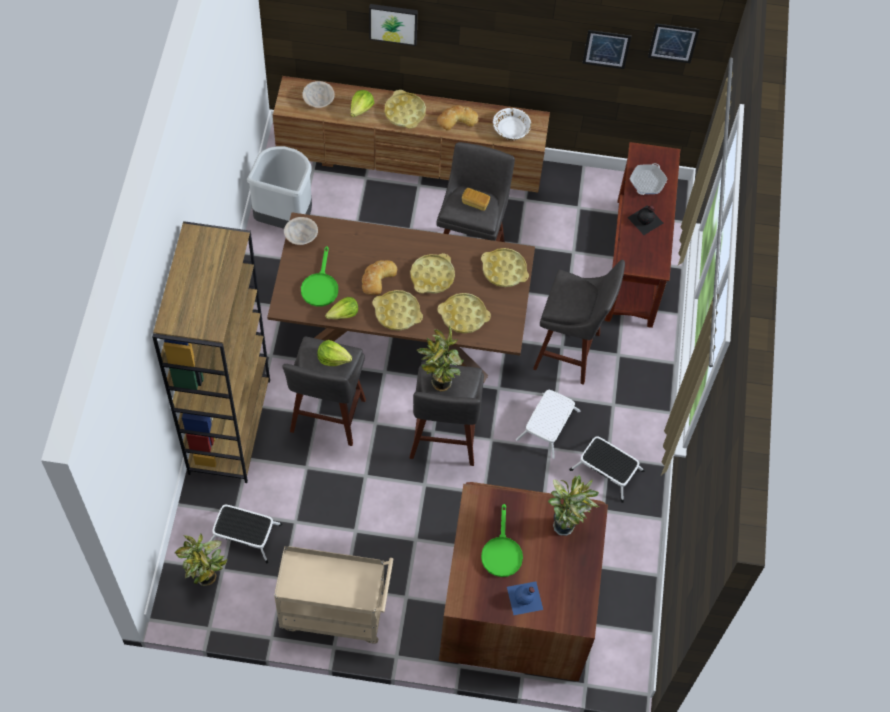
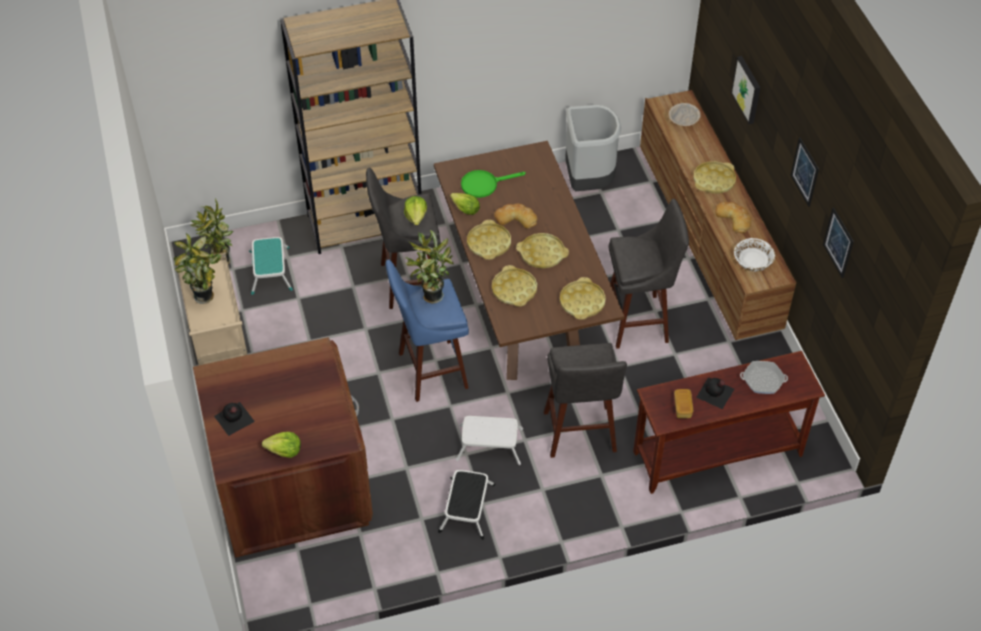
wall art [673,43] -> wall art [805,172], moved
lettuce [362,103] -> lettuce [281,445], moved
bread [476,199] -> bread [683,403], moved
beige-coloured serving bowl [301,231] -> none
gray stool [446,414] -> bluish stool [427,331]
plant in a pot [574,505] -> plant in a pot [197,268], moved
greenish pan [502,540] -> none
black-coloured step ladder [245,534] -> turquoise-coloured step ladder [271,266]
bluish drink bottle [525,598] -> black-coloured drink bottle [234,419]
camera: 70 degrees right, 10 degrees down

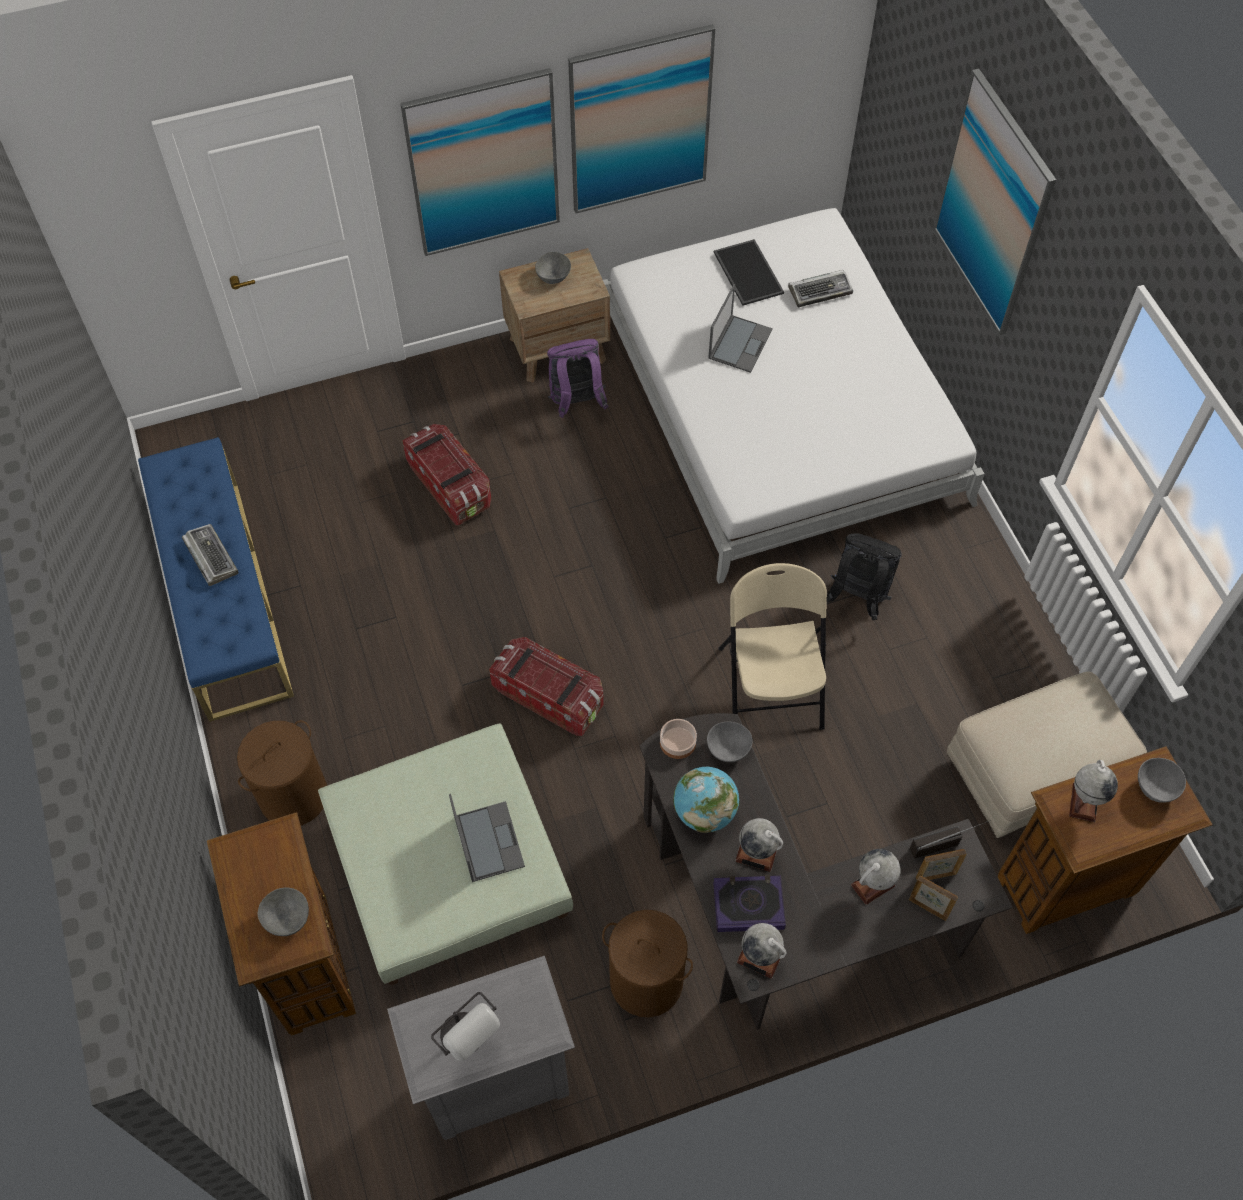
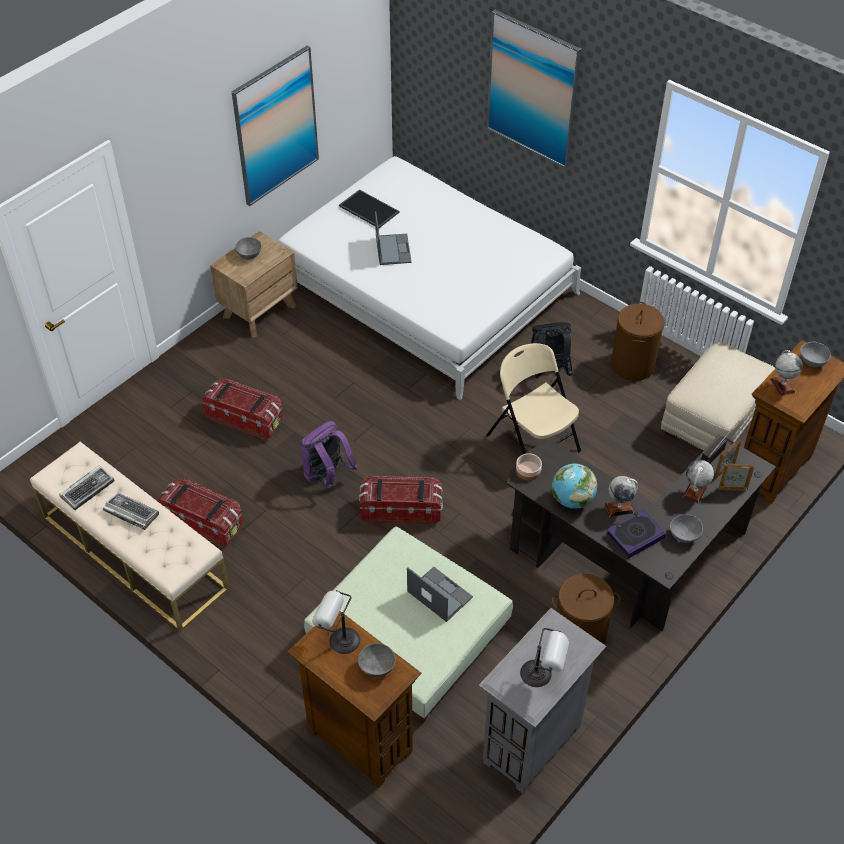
wall art [480,162] -> none
PC keyboard [820,289] -> PC keyboard [87,488], moved
purplish knapsack [577,378] -> purplish knapsack [329,455], moved
bluish bench [216,579] -> beige-coloured bench [130,537]
brownish hamper [282,773] -> brownish hamper [637,341], moved
gray serving bowl [730,741] -> gray serving bowl [686,528], moved
desk globe [761,951] -> none
none -> storage box [200,512]
none -> lamp for a table [336,622]
camera: 30 degrees left, 10 degrees down

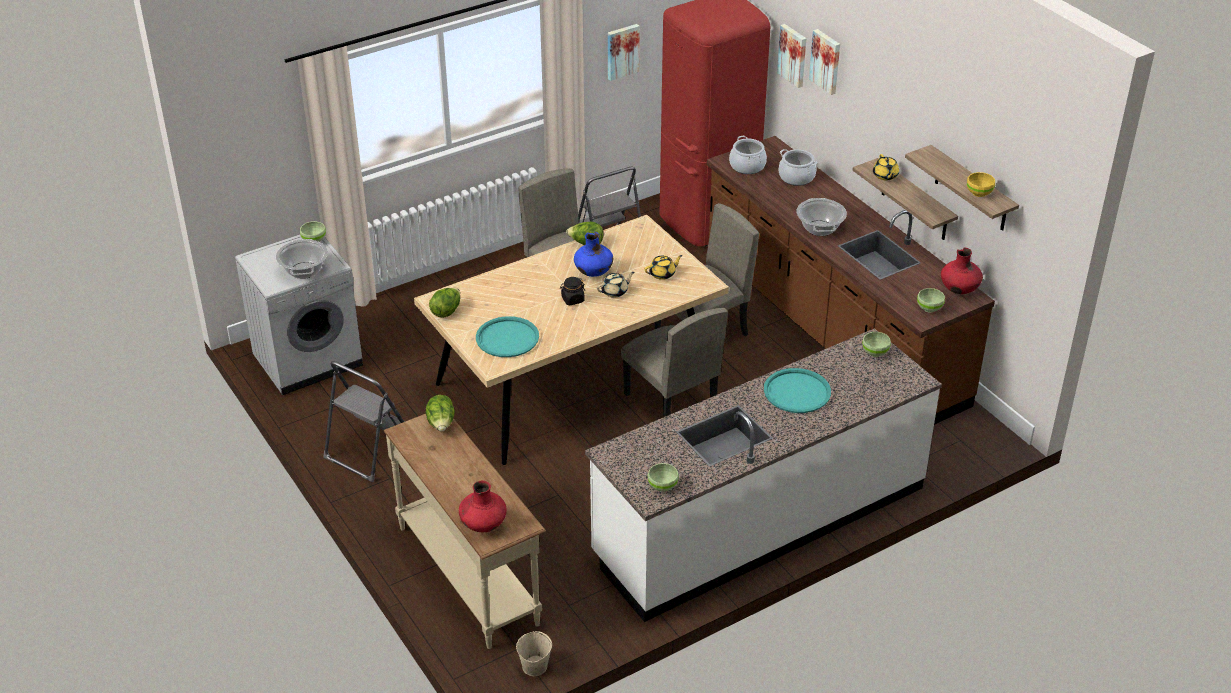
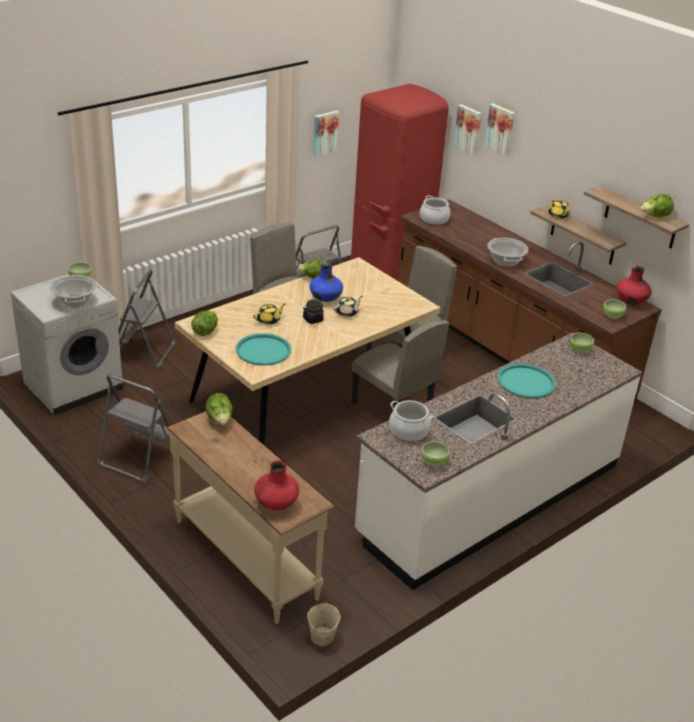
saucepot [798,167] -> saucepot [411,420], moved
yellowish serving bowl [981,184] -> lettuce [657,205]
yellowish teapot [664,267] -> yellowish teapot [269,314], moved
none -> gray step ladder [146,319]
camera: 10 degrees left, 5 degrees down

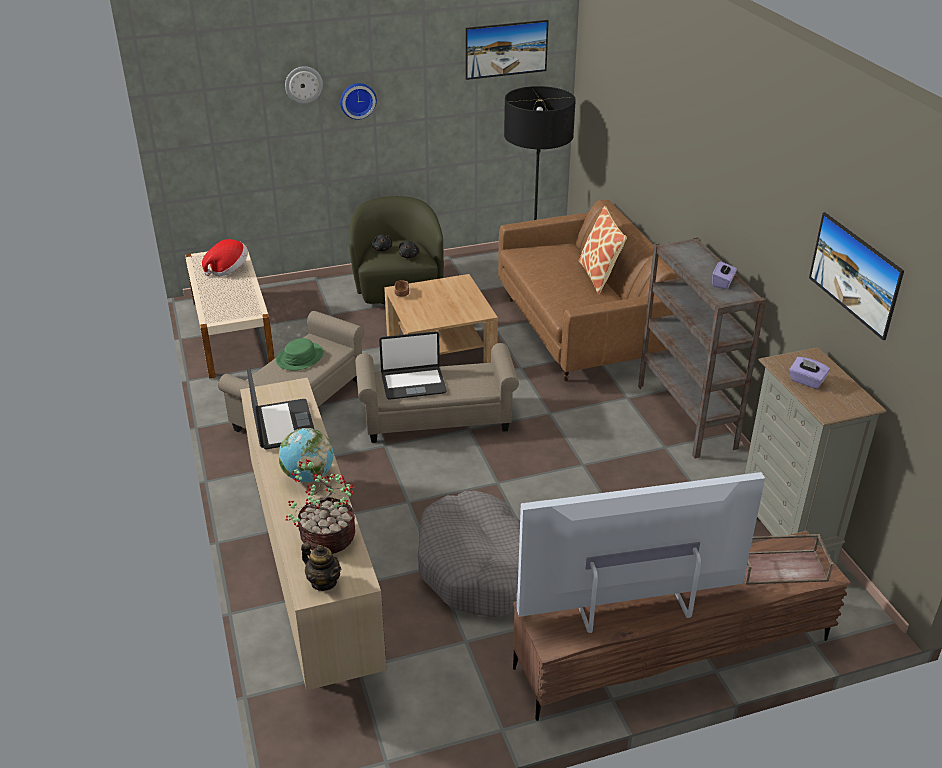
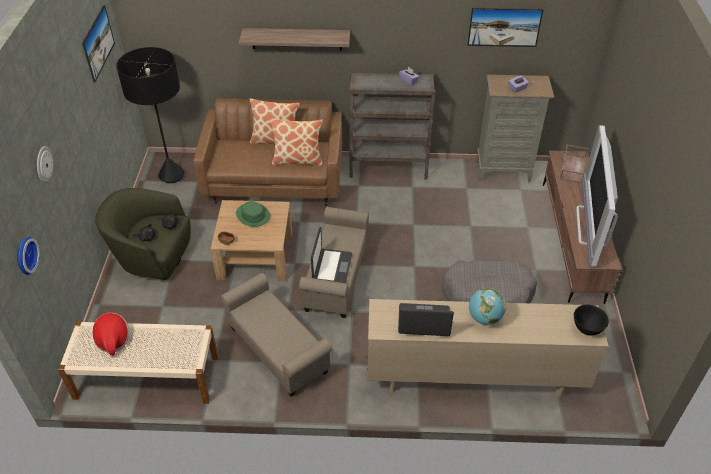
wall clock [358,101] -> wall clock [28,255], moved
greenish wearable hat [300,354] -> greenish wearable hat [253,214], moved
plant in a pot [320,506] -> none
teapot [321,566] -> black-coloured serving bowl [591,320]
none -> shelf [294,39]
none -> pillow [296,142]
camera: 70 degrees left, 10 degrees up

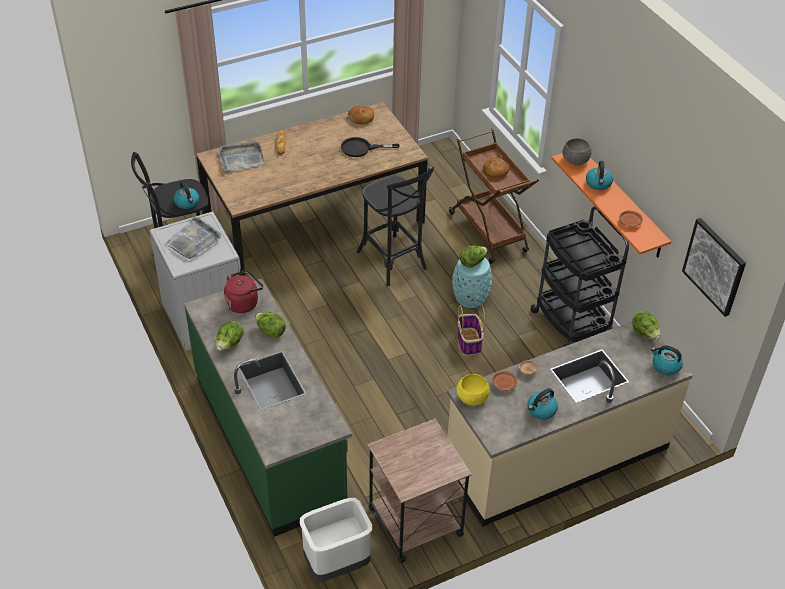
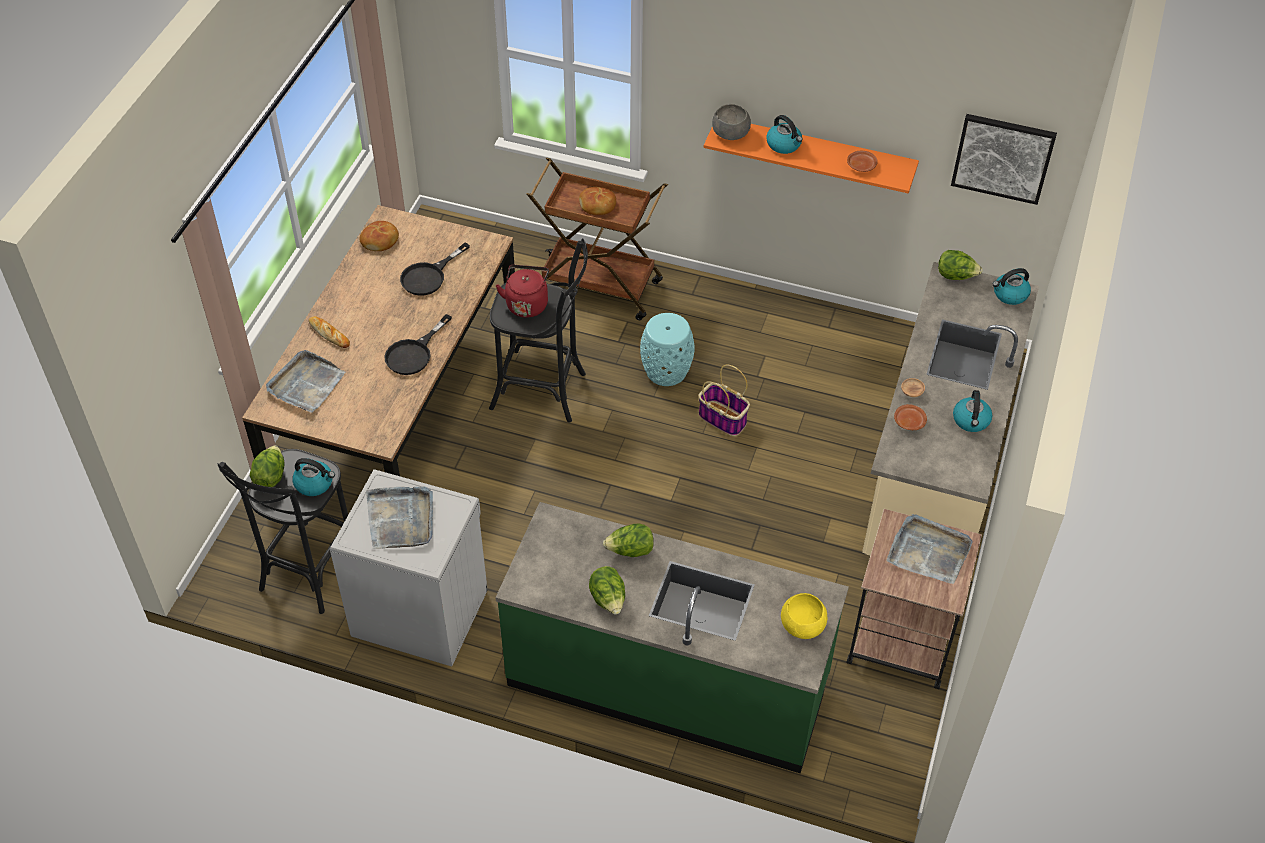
black-coloured trolley [580,276] -> none
lettuce [473,256] -> lettuce [267,466], moved
reddish water kettle [243,291] -> reddish water kettle [522,291], moved
yellowish serving bowl [473,390] -> yellowish serving bowl [804,616], moved
white trash can [336,539] -> none
none -> black-coloured pan [418,344]
none -> gray carrying tray [929,549]
camera: 45 degrees left, 5 degrees up

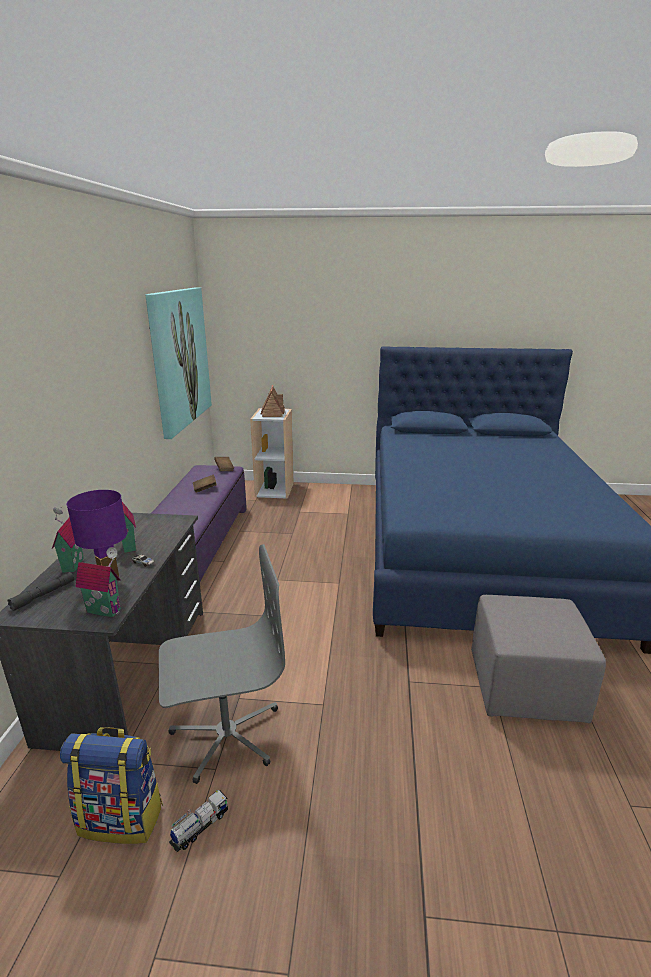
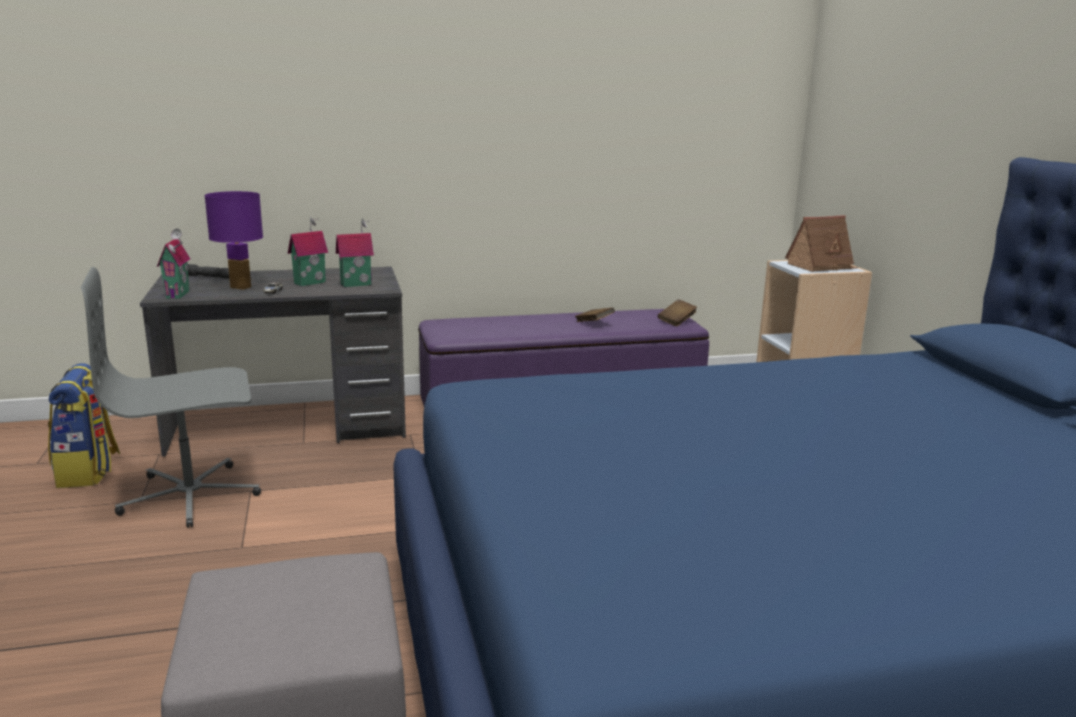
wall art [179,363] -> none
model house [68,540] -> model house [355,252], moved
gray office chair [222,664] -> gray office chair [170,397], 105 degrees clockwise
toy lorry [198,821] -> none
camera: 70 degrees right, 5 degrees down

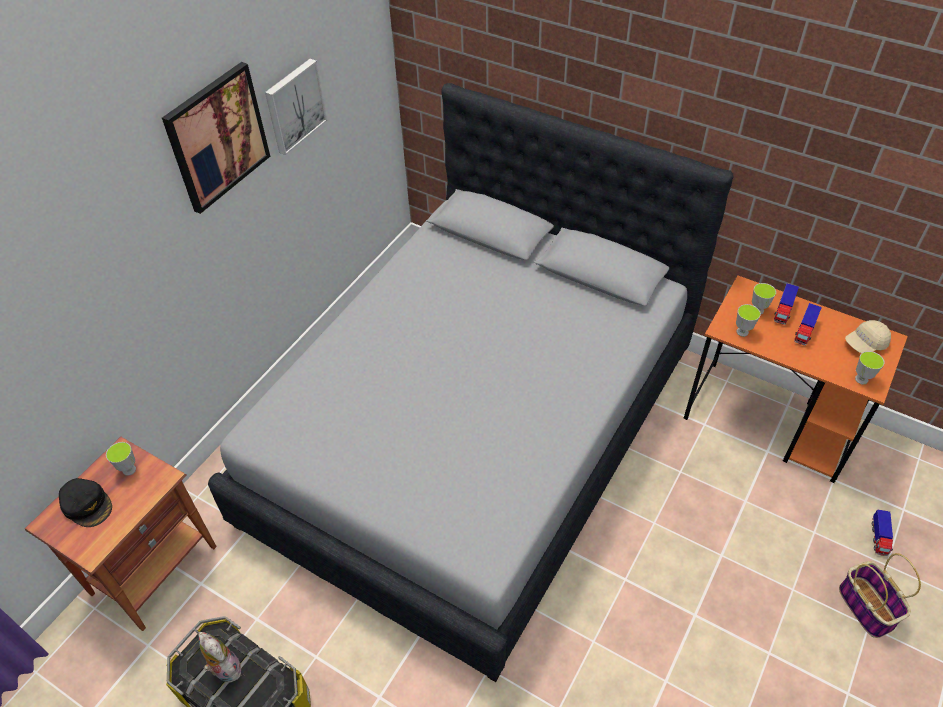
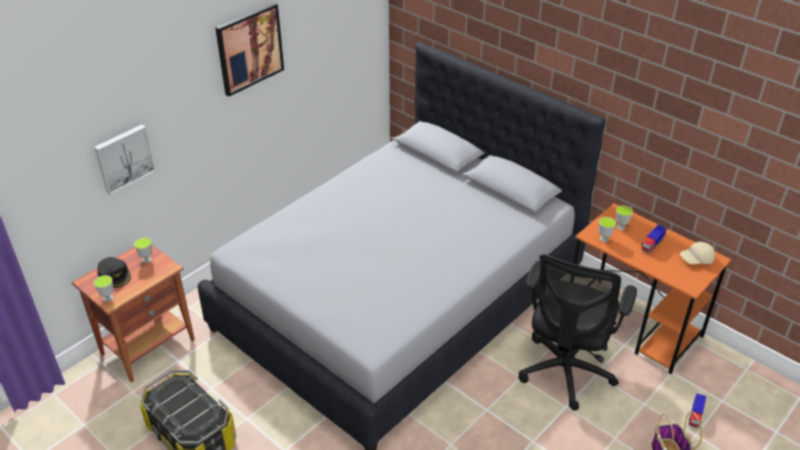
wall art [296,107] -> wall art [125,160], moved
toy lorry [786,304] -> none
small cup [870,368] -> small cup [104,288], moved
soft toy [219,657] -> none
none -> black-coloured office chair [578,332]
camera: 10 degrees right, 10 degrees down

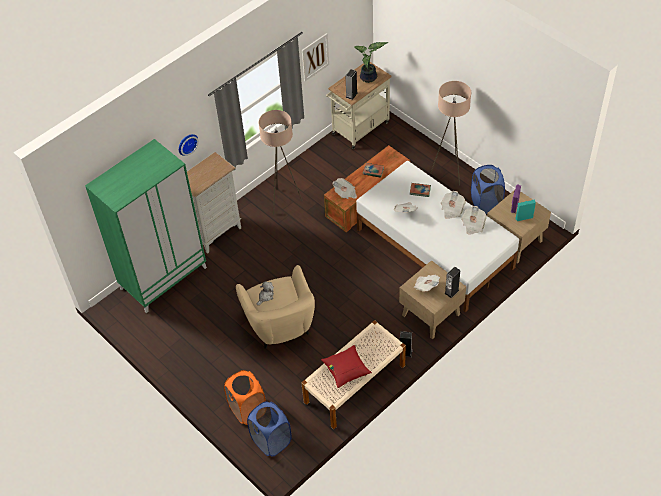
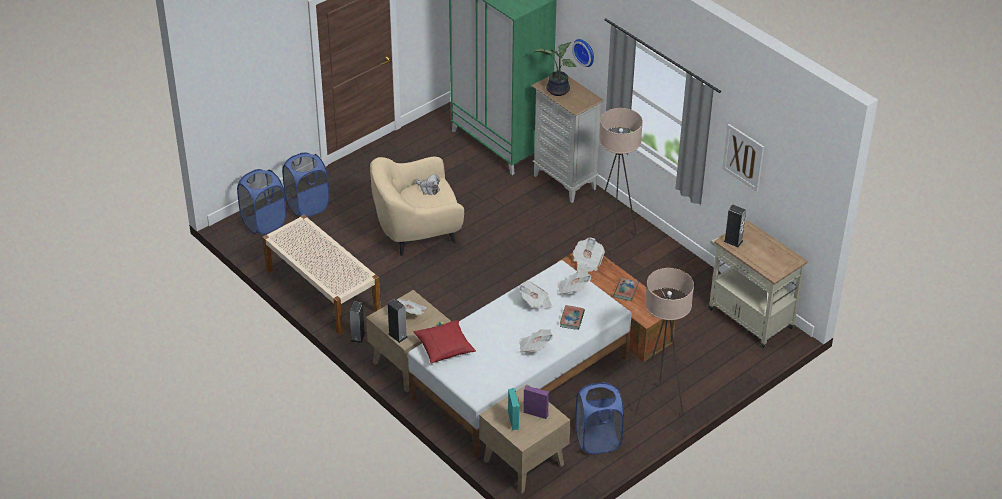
plant in a pot [371,62] -> plant in a pot [555,69], moved
daily paper [474,220] -> daily paper [574,283], moved
reddish pillow [346,366] -> reddish pillow [445,342], moved
orangey hamper [245,397] -> bluish hamper [306,184]
camera: 90 degrees right, 10 degrees down

